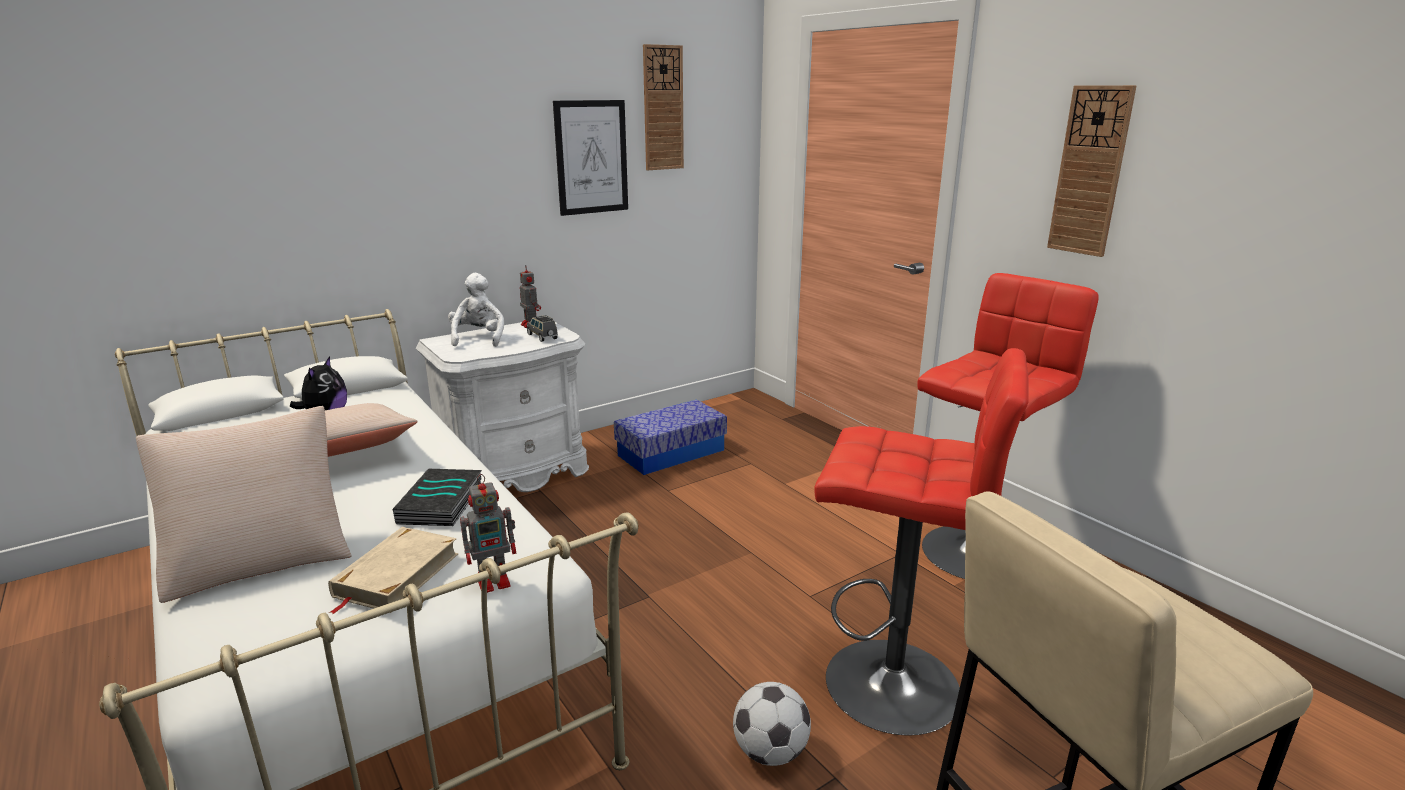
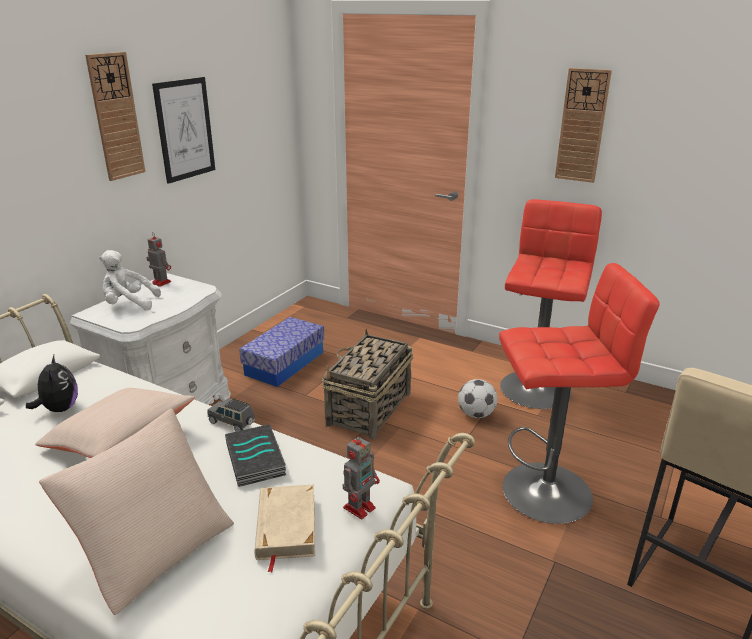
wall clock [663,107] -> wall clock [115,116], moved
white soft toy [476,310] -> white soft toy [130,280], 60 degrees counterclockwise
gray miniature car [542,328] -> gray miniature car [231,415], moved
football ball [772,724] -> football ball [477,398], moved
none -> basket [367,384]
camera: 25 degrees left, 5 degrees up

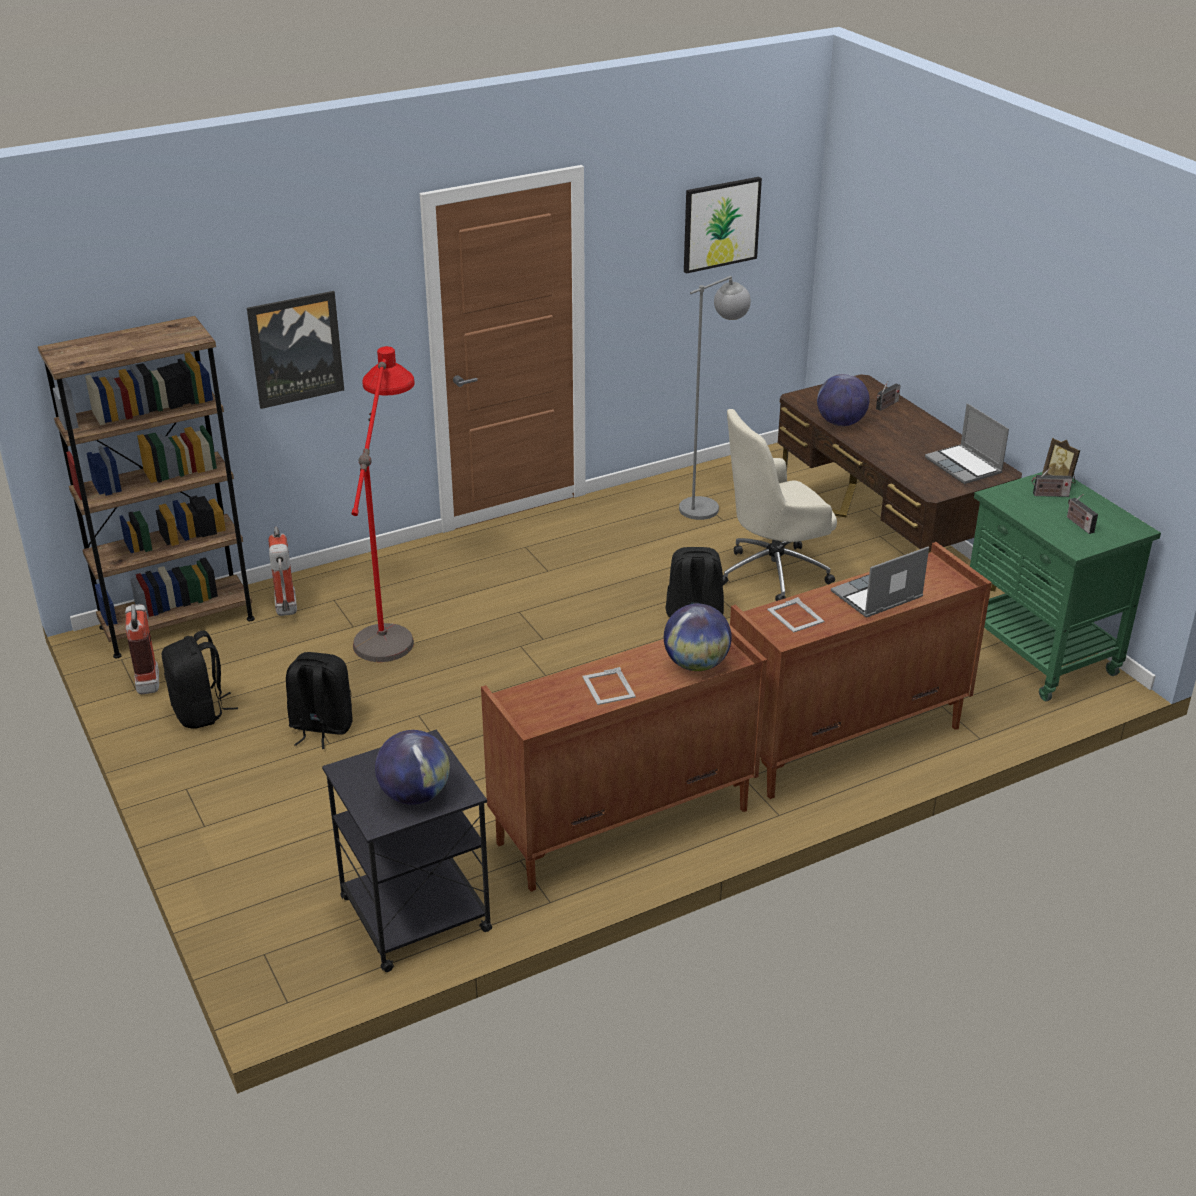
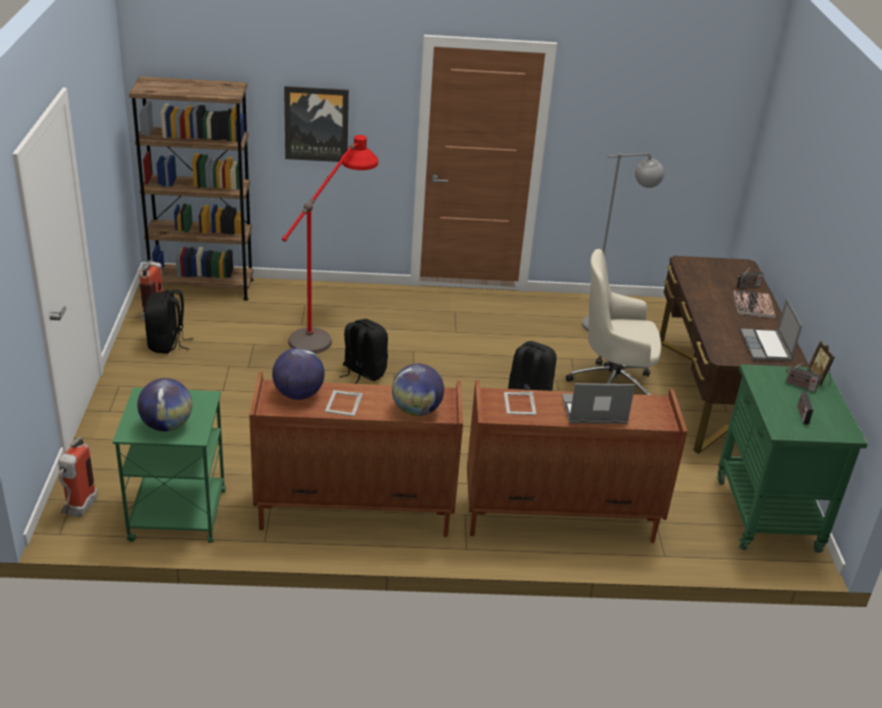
wall art [723,225] -> none
desk globe [843,400] -> desk globe [298,374], moved
fire-fighting cylinder [283,571] -> fire-fighting cylinder [78,477], moved
black-coloured knapsack [319,700] -> black-coloured knapsack [364,351], moved
black-coloured trolley [407,851] -> greenish trolley [169,465]
none -> book [754,304]
camera: 25 degrees right, 0 degrees up

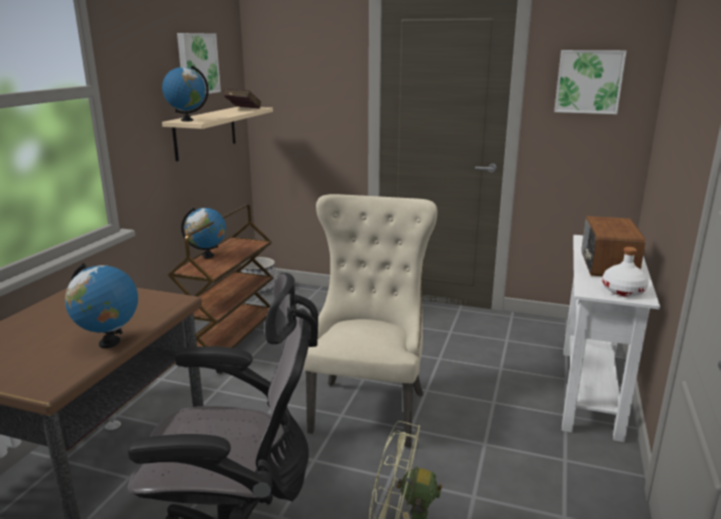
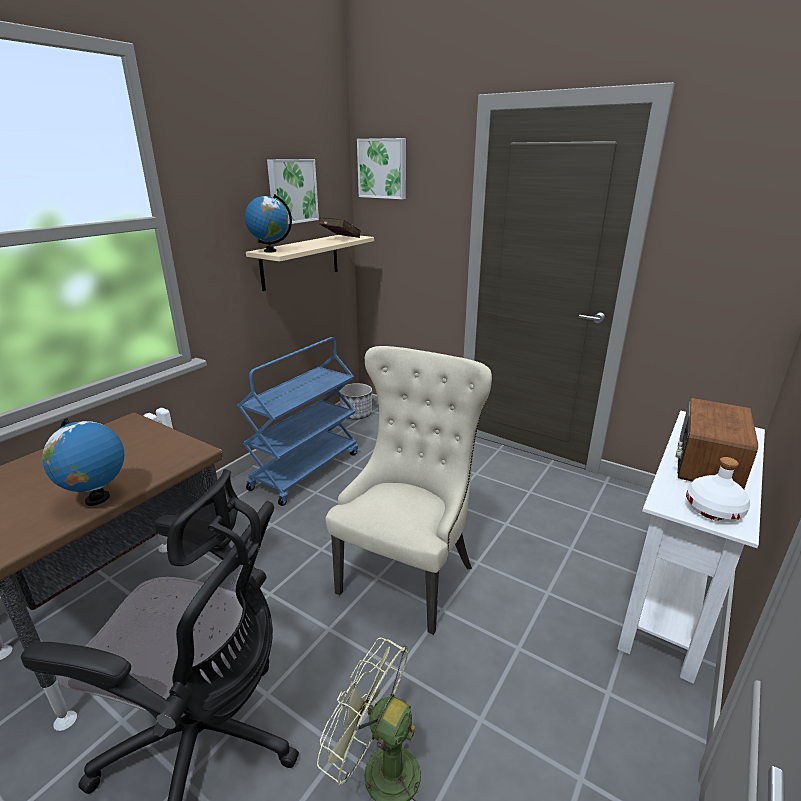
wall art [590,82] -> wall art [381,168], moved
brownish trolley [220,289] -> bluish trolley [297,421]
desk globe [203,232] -> none
camera: 15 degrees right, 5 degrees up

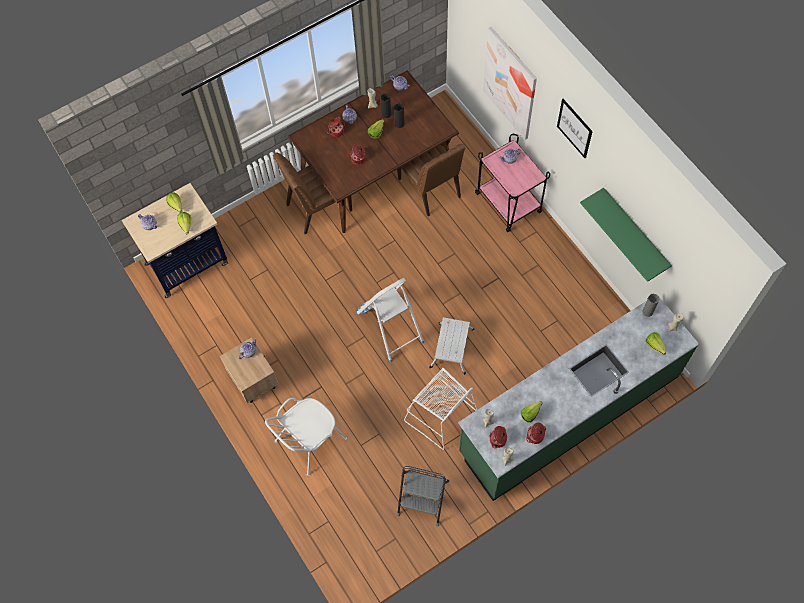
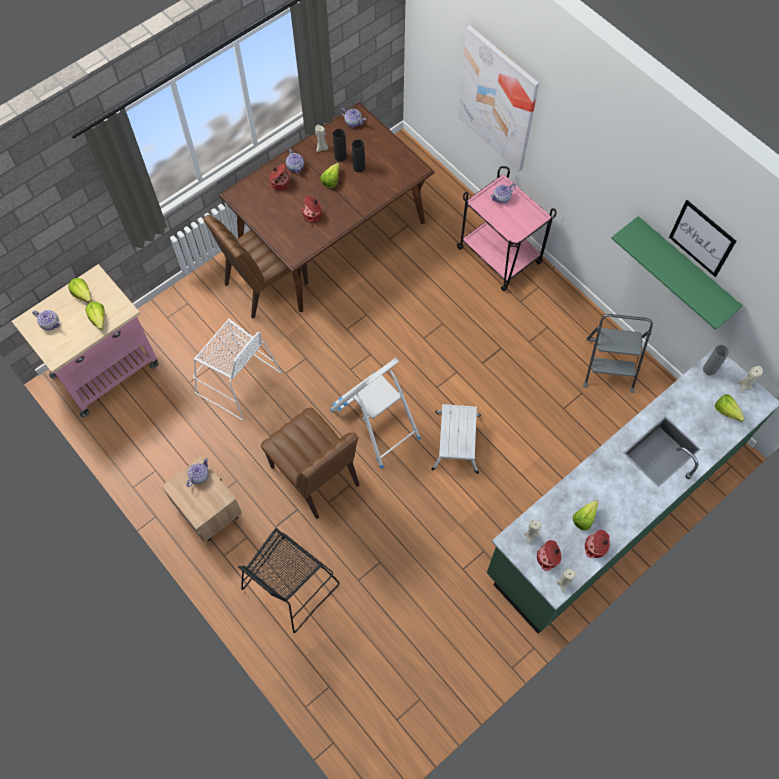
wall art [575,128] -> wall art [702,238], moved
brownish upright chair [431,179] -> brownish upright chair [310,463], moved
bluish trolley [175,240] -> pinkish trolley [85,340]
white stool [441,409] -> white stool [237,370], moved
white upright chair [306,437] -> black-coloured stool [289,580]
gray step ladder [423,496] -> gray step ladder [618,353], moved
camera: 10 degrees left, 0 degrees up

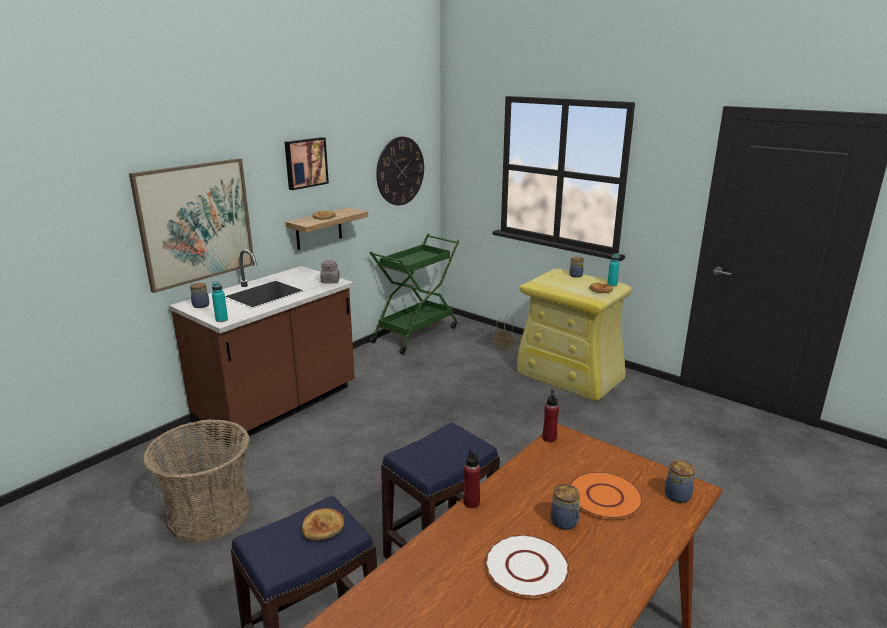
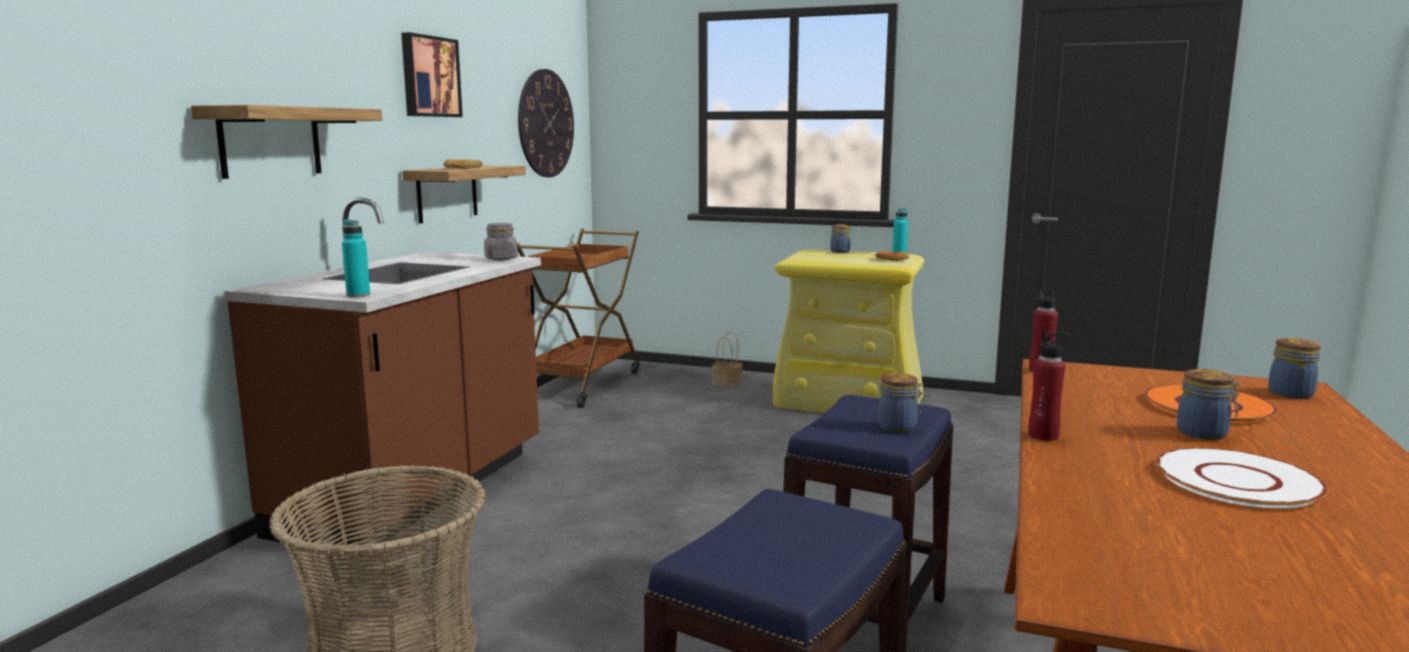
wall art [191,225] -> shelf [286,142]
greenish trolley [414,294] -> brownish trolley [578,318]
storage jar [199,295] -> storage jar [900,402], moved
bread [323,524] -> none
camera: 20 degrees left, 10 degrees down

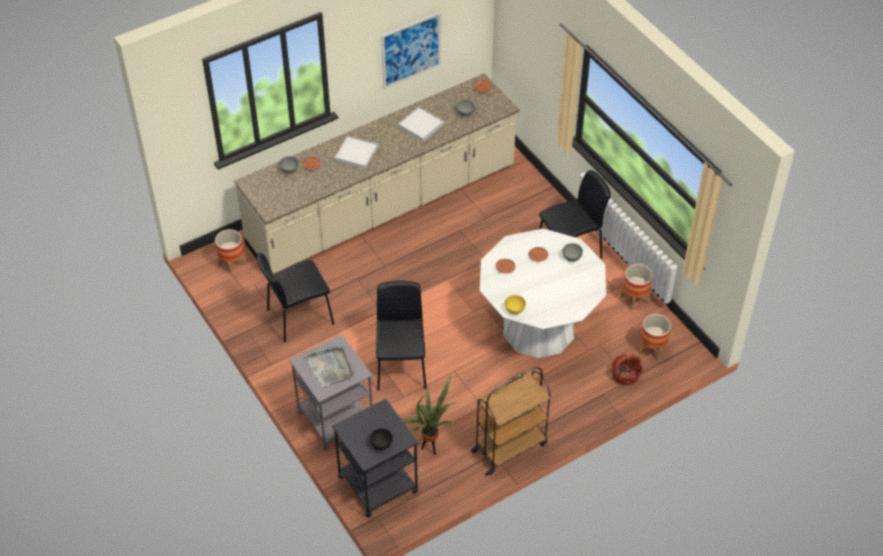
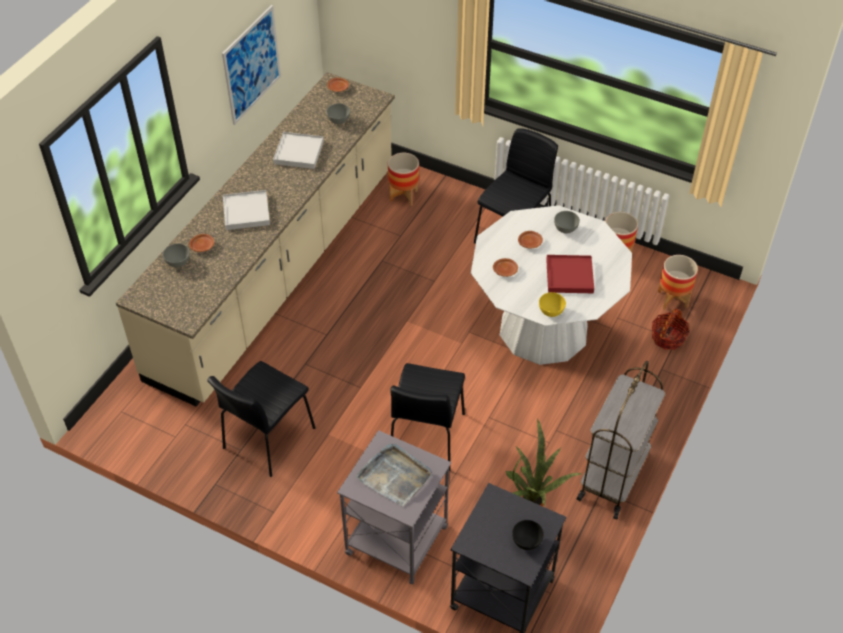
plant pot [230,252] -> plant pot [403,179], moved
black-coloured upright chair [401,336] -> black-coloured upright chair [427,417], 135 degrees counterclockwise
brownish trolley [510,421] -> gray trolley [621,440]
none -> reddish carrying tray [570,274]
camera: 30 degrees left, 0 degrees up

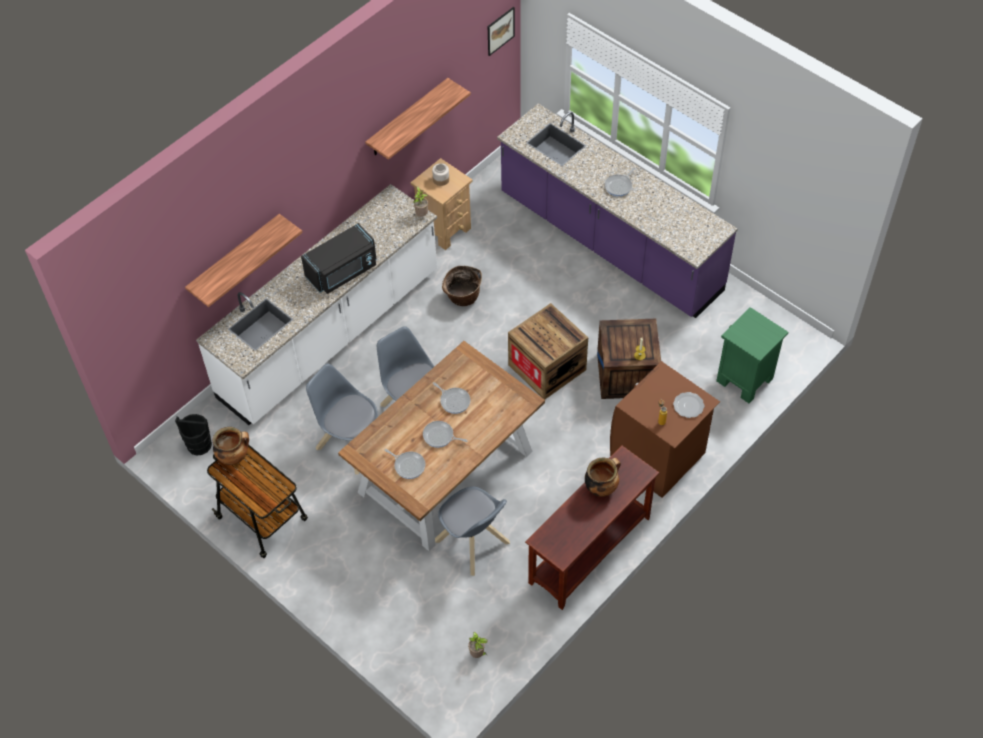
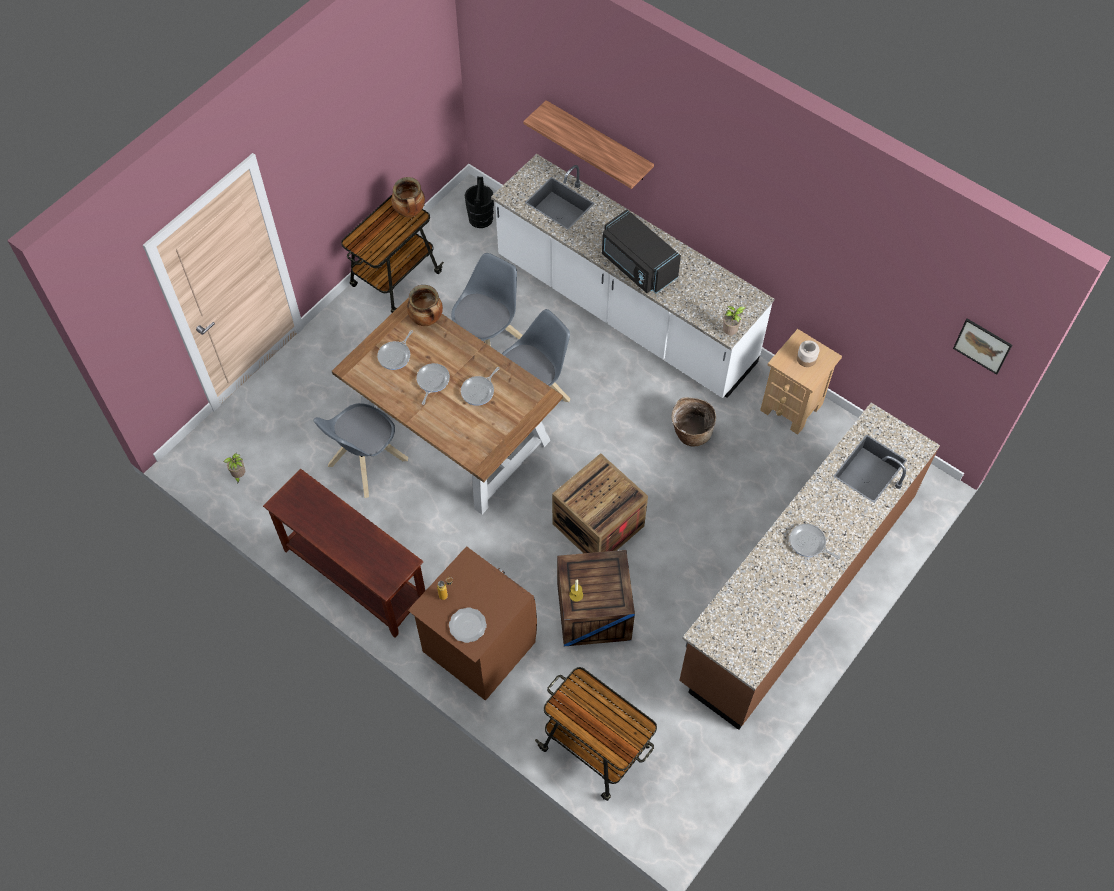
shelf [418,119] -> none
purplish counter [617,211] -> brownish counter [809,566]
greenish nightstand [752,355] -> trolley [596,734]
saucepot [603,477] -> saucepot [425,305], moved
camera: 85 degrees right, 5 degrees up

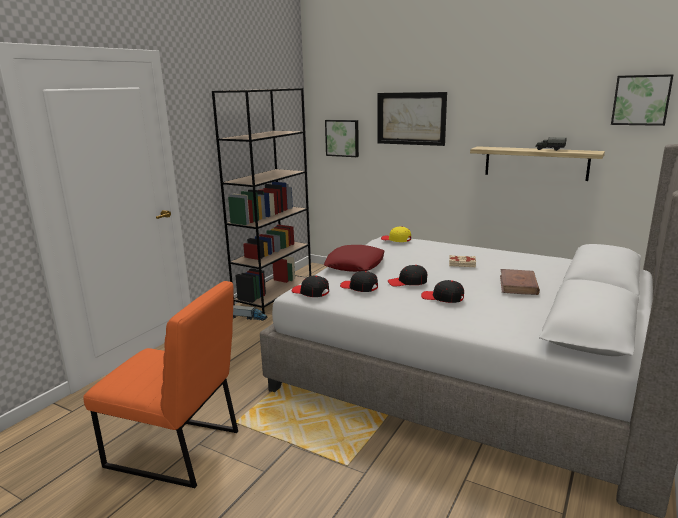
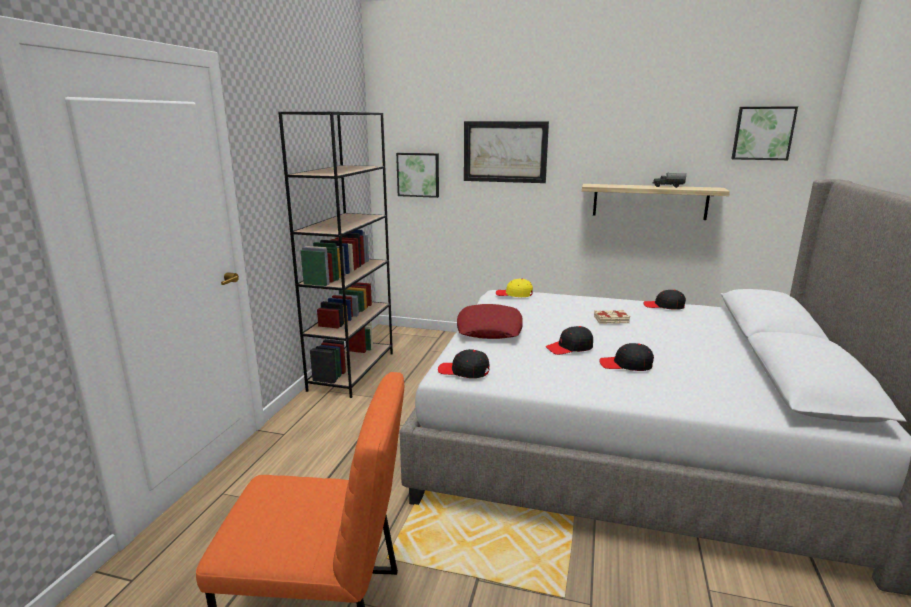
brownish book [520,282] -> none
black-coloured cap [359,281] -> black-coloured cap [664,300], moved
toy lorry [250,313] -> none
camera: 15 degrees left, 0 degrees up

